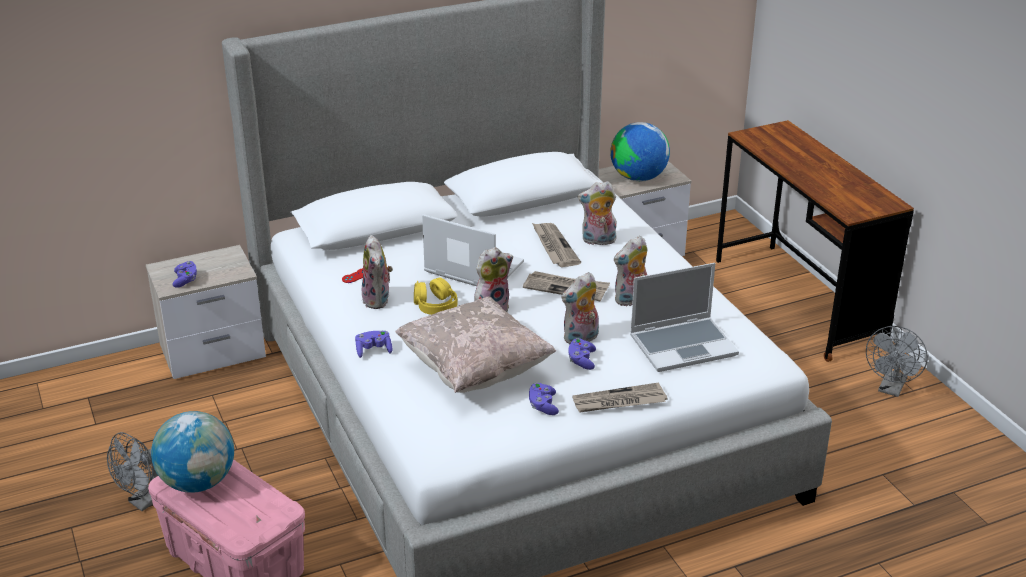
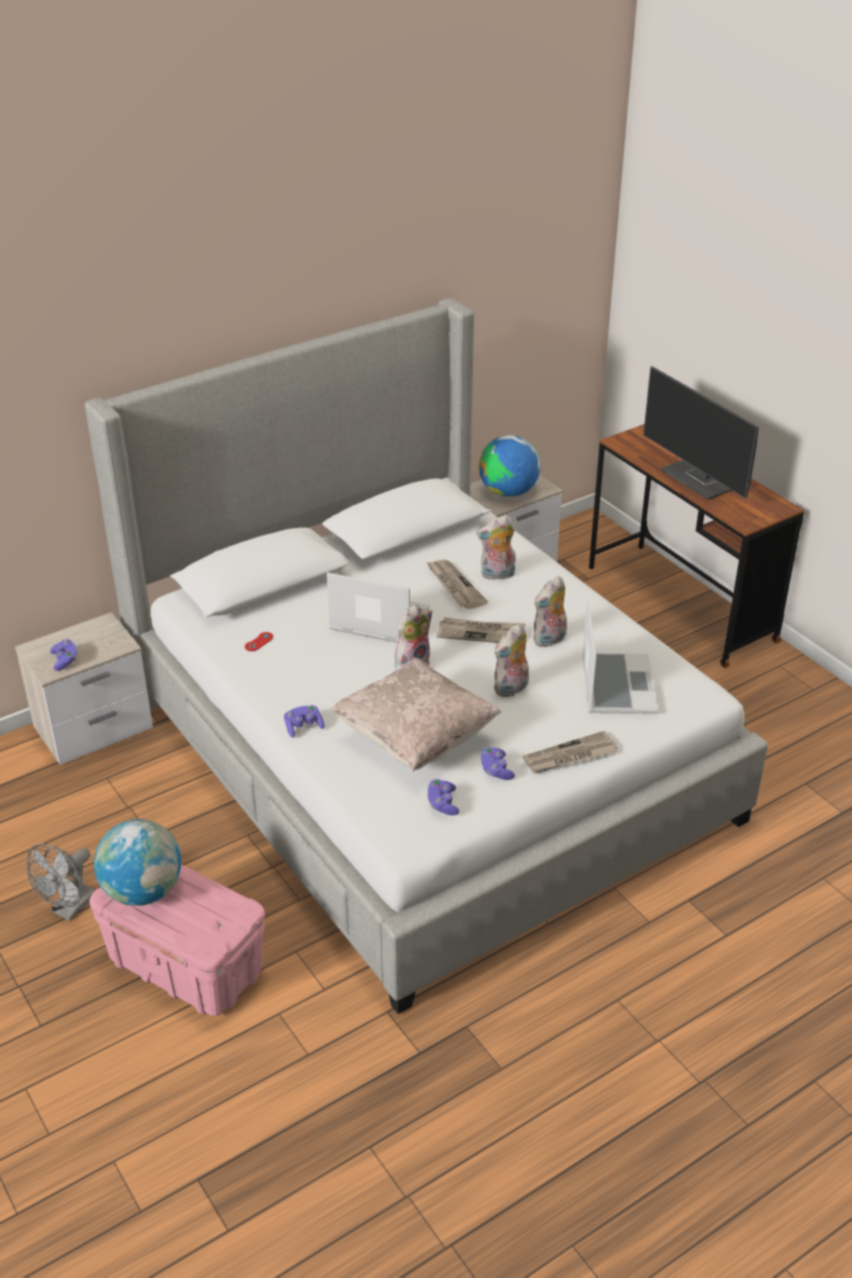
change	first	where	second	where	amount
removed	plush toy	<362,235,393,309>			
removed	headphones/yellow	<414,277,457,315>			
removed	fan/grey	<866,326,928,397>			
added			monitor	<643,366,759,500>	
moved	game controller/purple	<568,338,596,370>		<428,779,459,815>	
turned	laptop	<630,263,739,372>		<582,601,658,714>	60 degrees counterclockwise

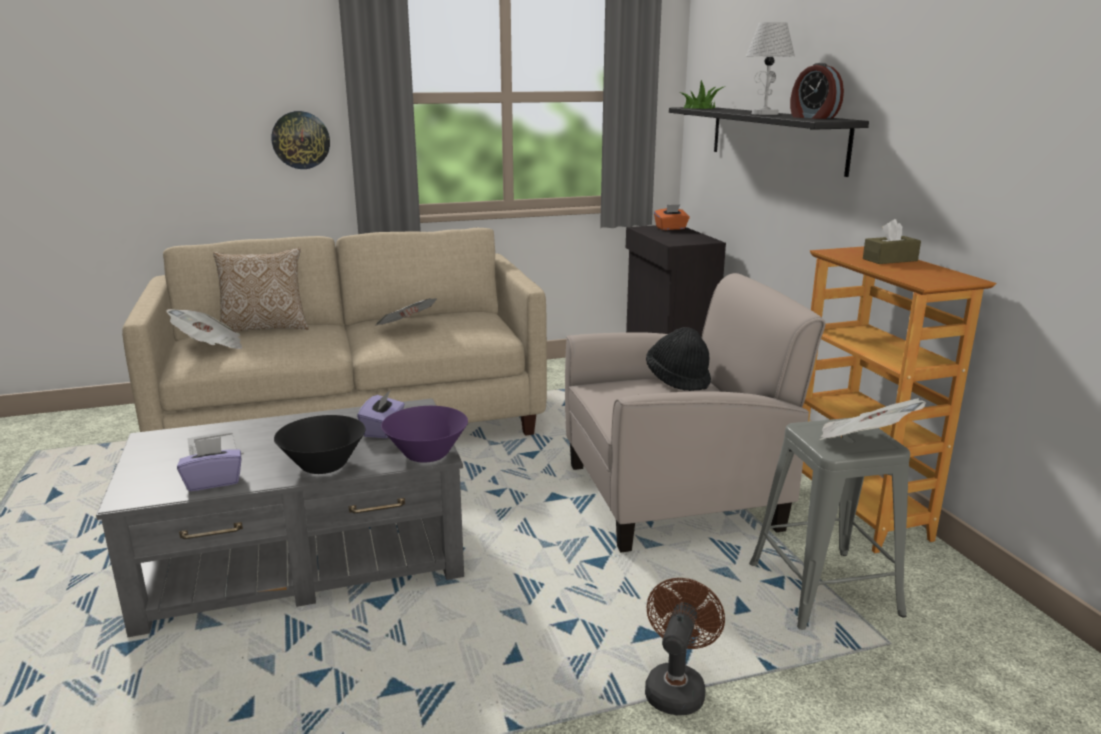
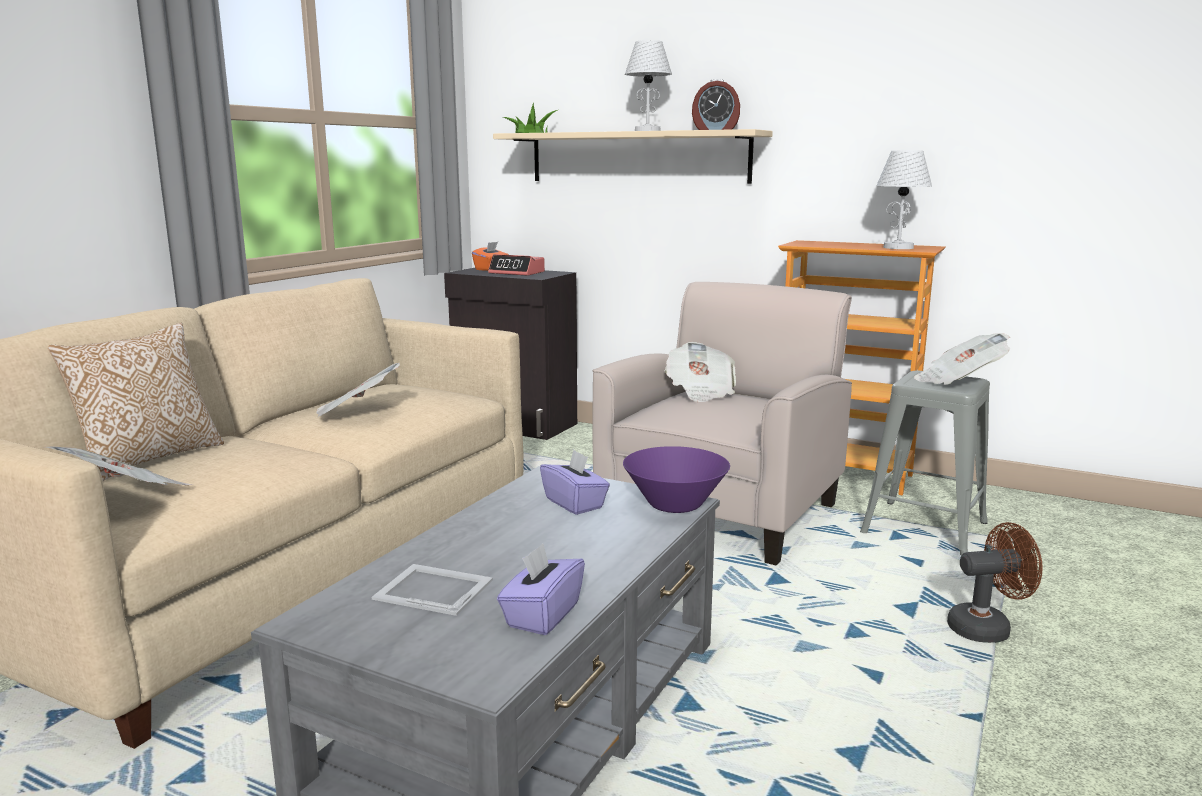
change	first	where	second	where	amount
removed	wall clock	<272,111,330,169>			
removed	bowl/black	<274,415,366,474>			
removed	tissue box/brown	<863,219,921,264>			
added			alarm clock	<488,254,545,276>	
added			table lamp/white	<876,151,932,249>	
replaced	hat/black	<646,327,711,391>	newspaper	<664,342,736,402>	
recoloured	shelf/black	<669,107,869,177>	shelf/beige	<493,129,773,184>	
turned	fan/brown	<645,578,725,715>		<947,522,1043,643>	105 degrees clockwise

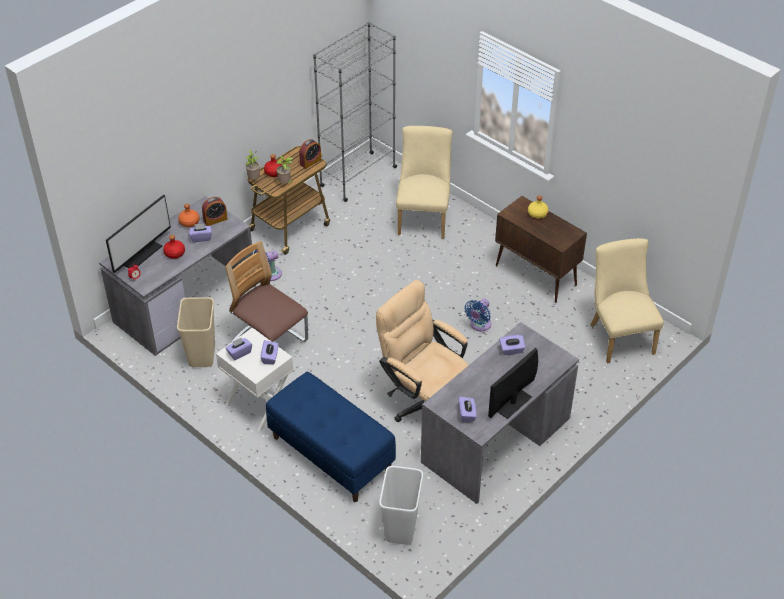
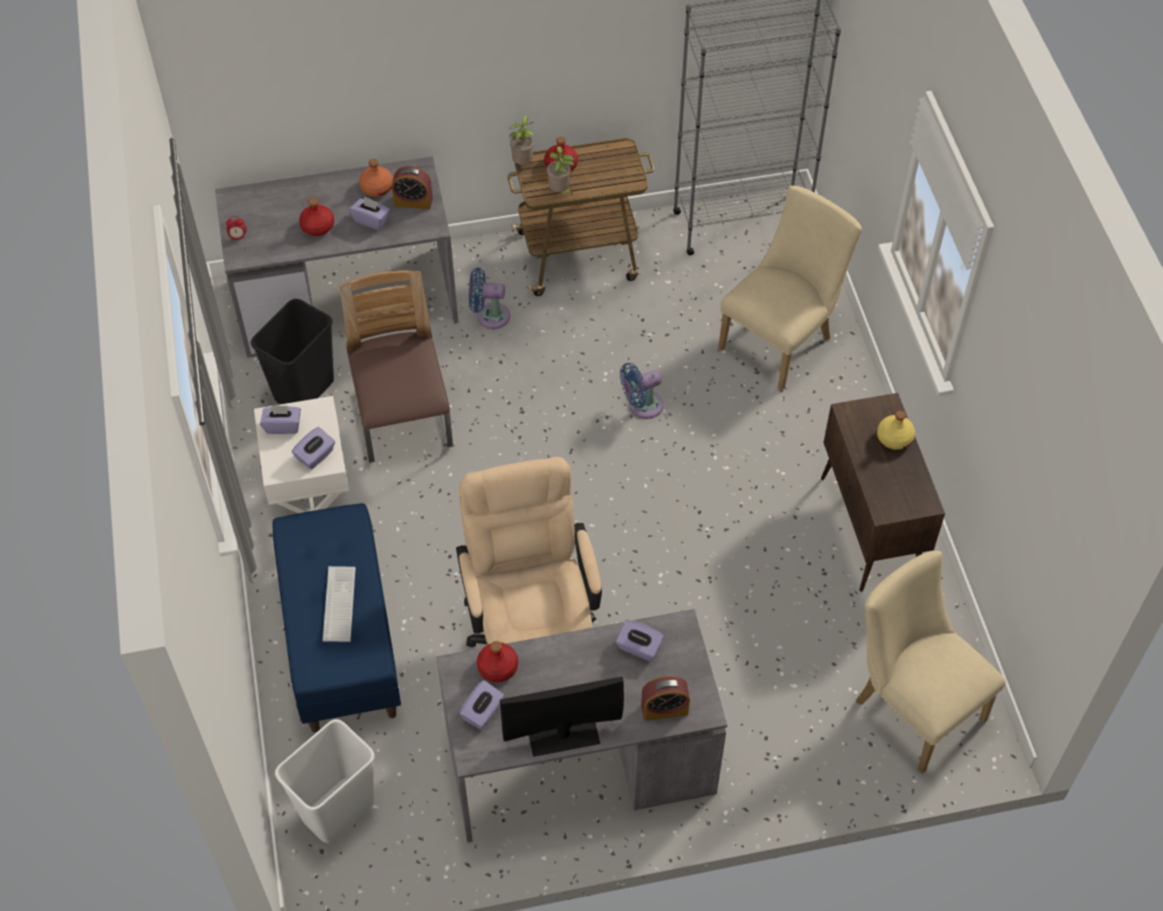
change	first	where	second	where	amount
removed	monitor	<106,195,171,273>			
added			keyboard	<323,566,356,642>	
added			bottle/red	<477,641,518,682>	
moved	alarm clock	<299,139,321,169>		<641,676,690,721>	
moved	fan/blue	<464,299,491,331>		<620,363,664,419>	
recoloured	trash can/beige	<177,297,215,367>	trash can/black	<251,299,334,404>	
turned	chair/beige	<591,238,664,364>		<856,551,1006,774>	60 degrees counterclockwise

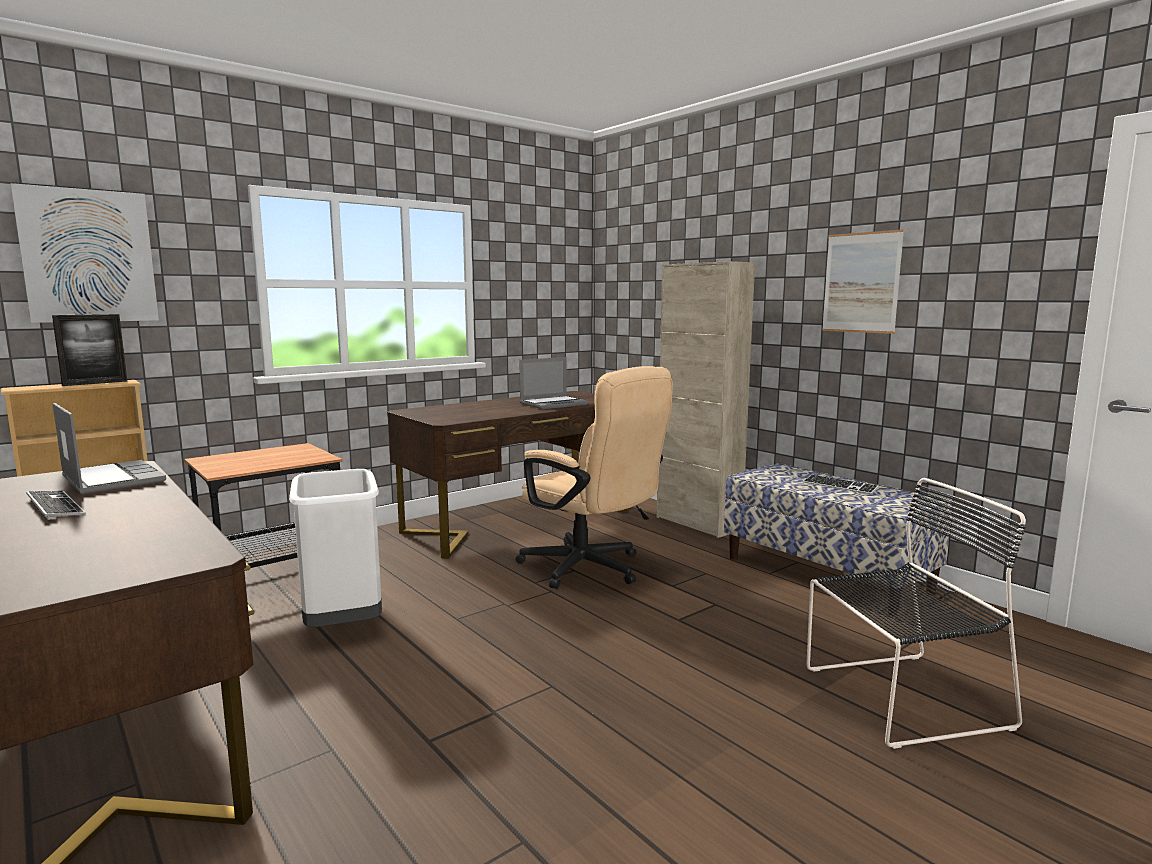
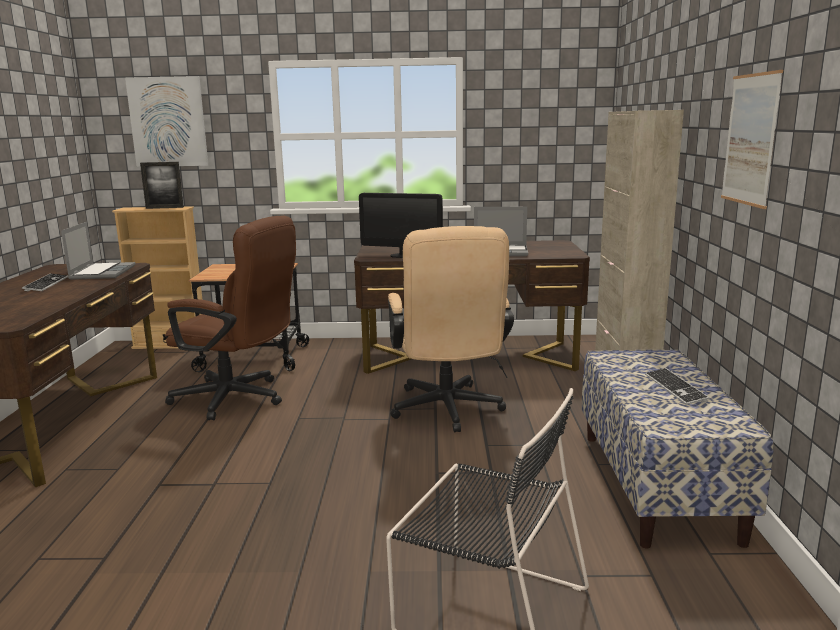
change	first	where	second	where	amount
added			monitor	<359,193,443,258>	
replaced	trash can/white	<289,469,382,627>	office chair/brown	<165,216,296,420>	

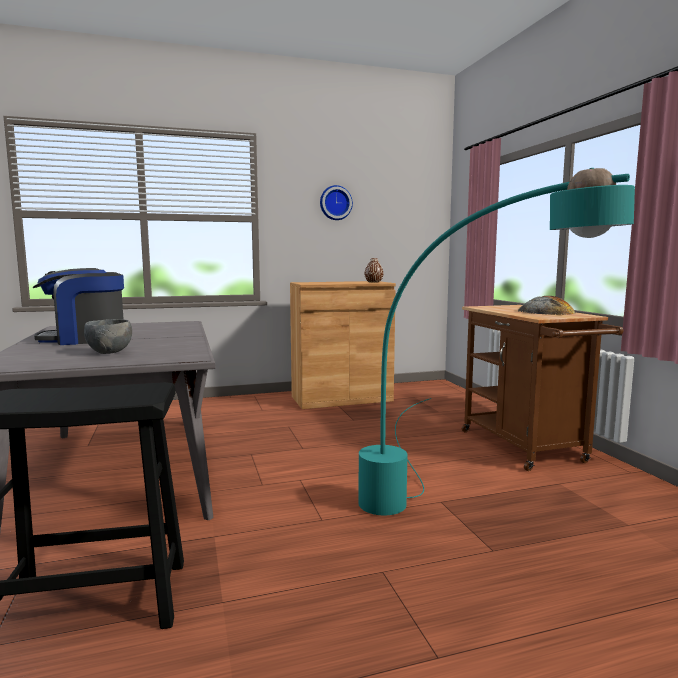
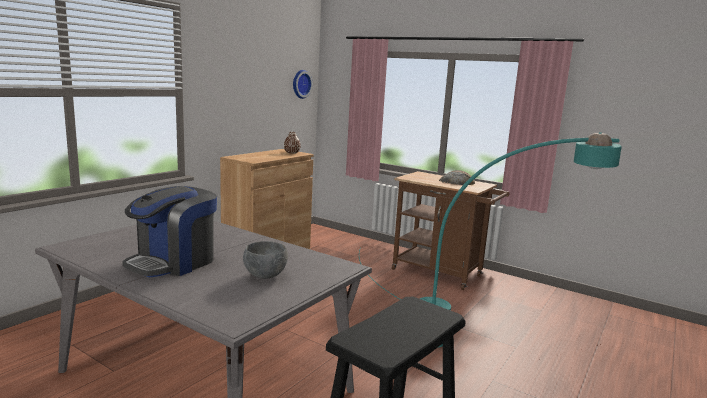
change	first	where	second	where	amount
moved	wall clock	<320,185,353,220>		<293,70,313,99>	

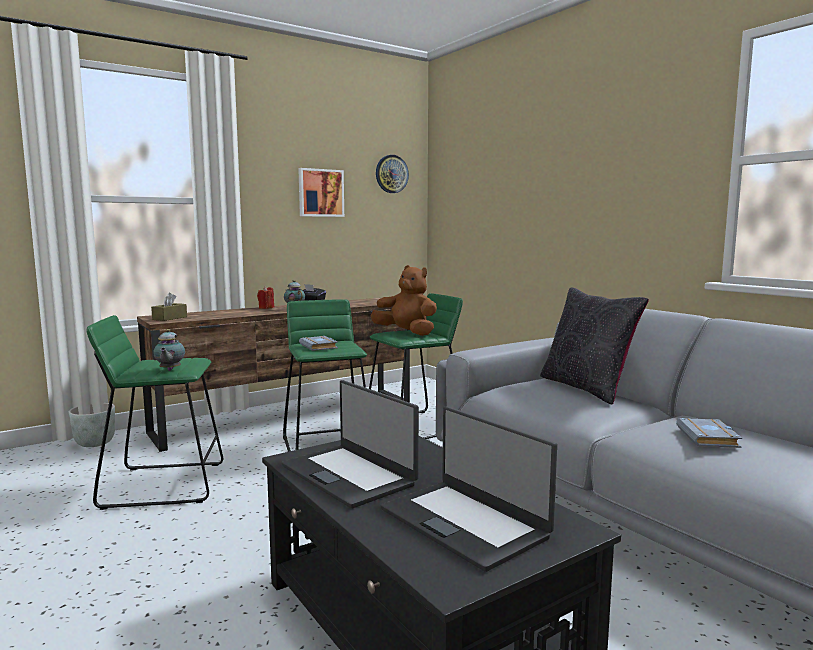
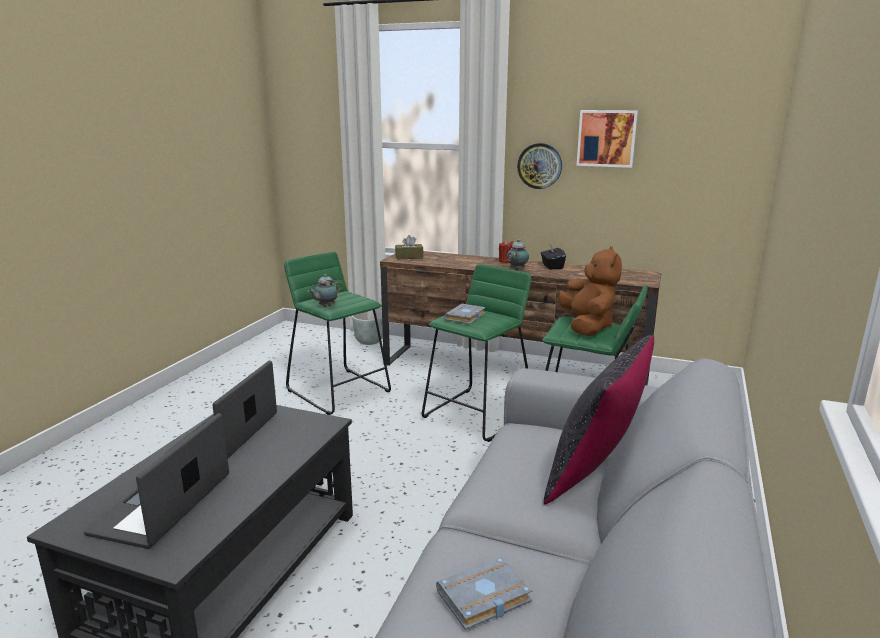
change	first	where	second	where	amount
moved	wall clock	<376,155,409,193>		<517,143,562,189>	

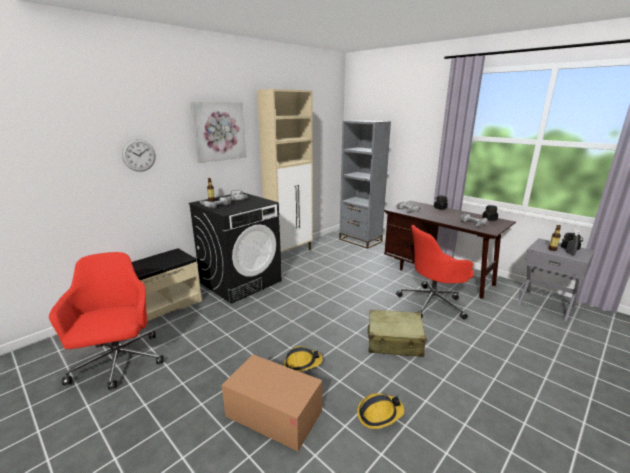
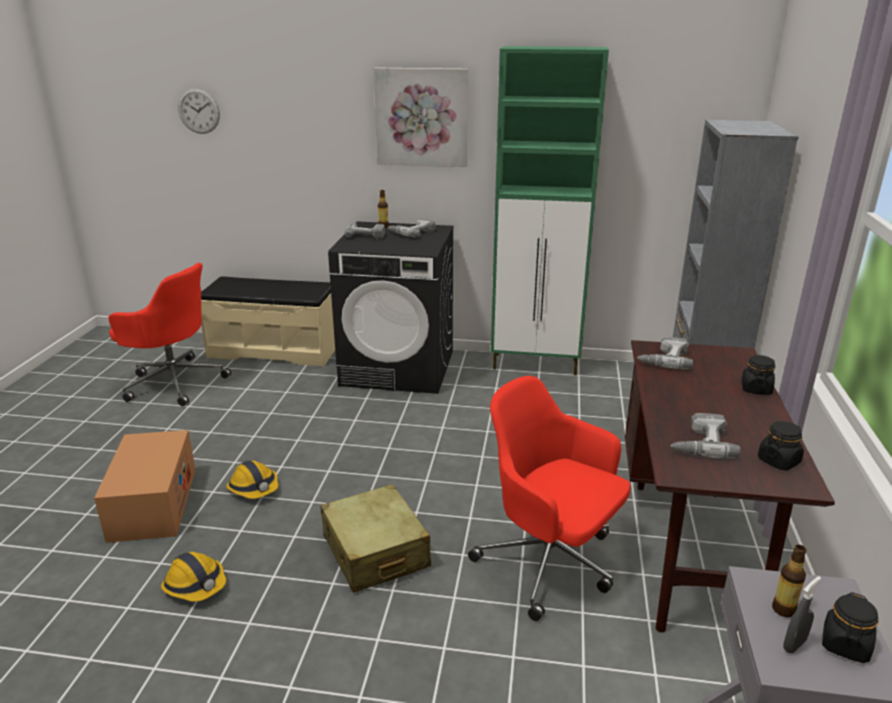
change	first	where	second	where	amount
moved	wall clock	<122,139,155,172>		<178,88,220,134>	
recoloured	cabinet/beige	<257,89,313,253>	cabinet/green	<491,46,609,375>	
turned	office chair/red	<49,252,163,390>		<108,263,231,406>	75 degrees clockwise

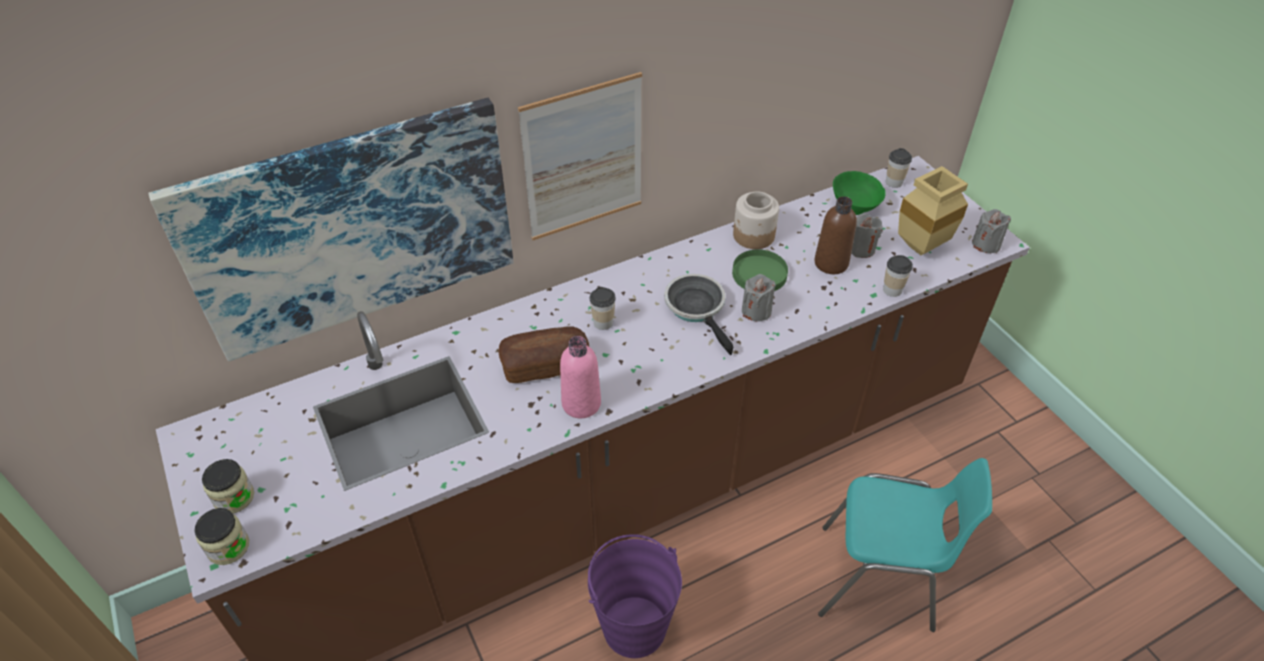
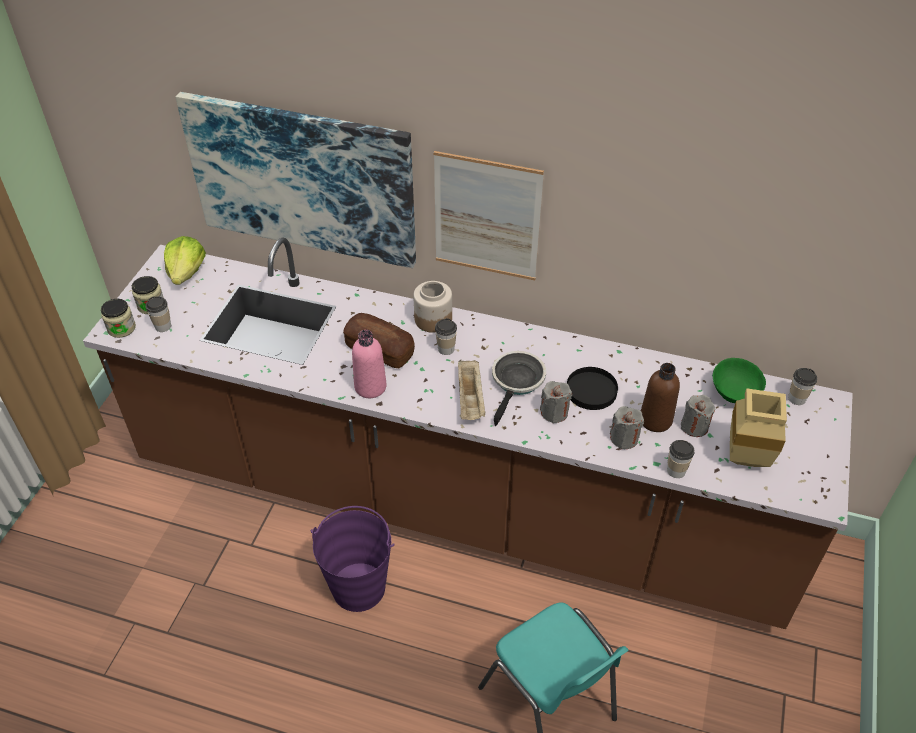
change	first	where	second	where	amount
added			cup	<145,296,171,332>	
added			lettuce	<164,236,206,285>	
added			tray/beige	<458,360,485,420>	
moved	jar	<733,191,779,249>		<413,281,452,333>	
moved	candle/grey	<972,209,1011,253>		<610,406,644,449>	
recoloured	plate/green	<732,249,788,291>	plate/black	<567,367,618,410>	

